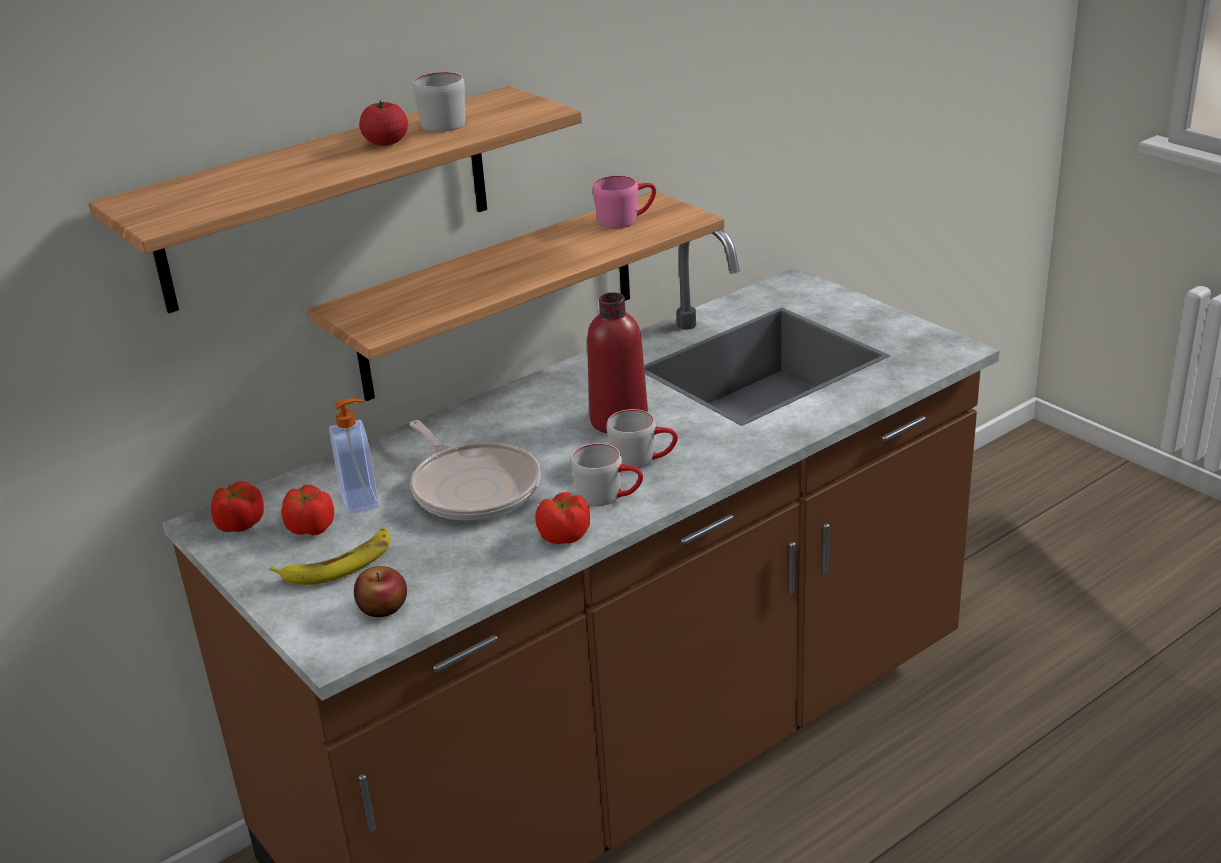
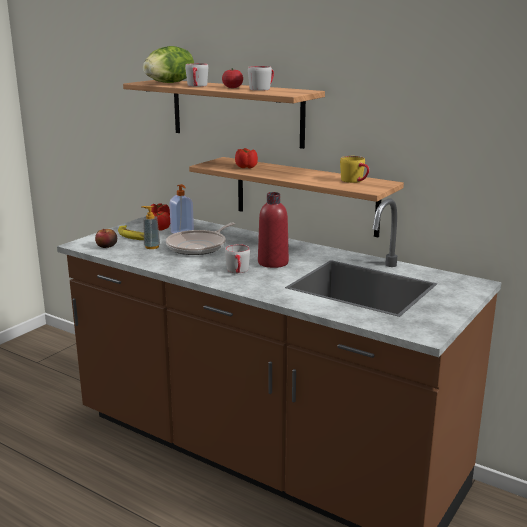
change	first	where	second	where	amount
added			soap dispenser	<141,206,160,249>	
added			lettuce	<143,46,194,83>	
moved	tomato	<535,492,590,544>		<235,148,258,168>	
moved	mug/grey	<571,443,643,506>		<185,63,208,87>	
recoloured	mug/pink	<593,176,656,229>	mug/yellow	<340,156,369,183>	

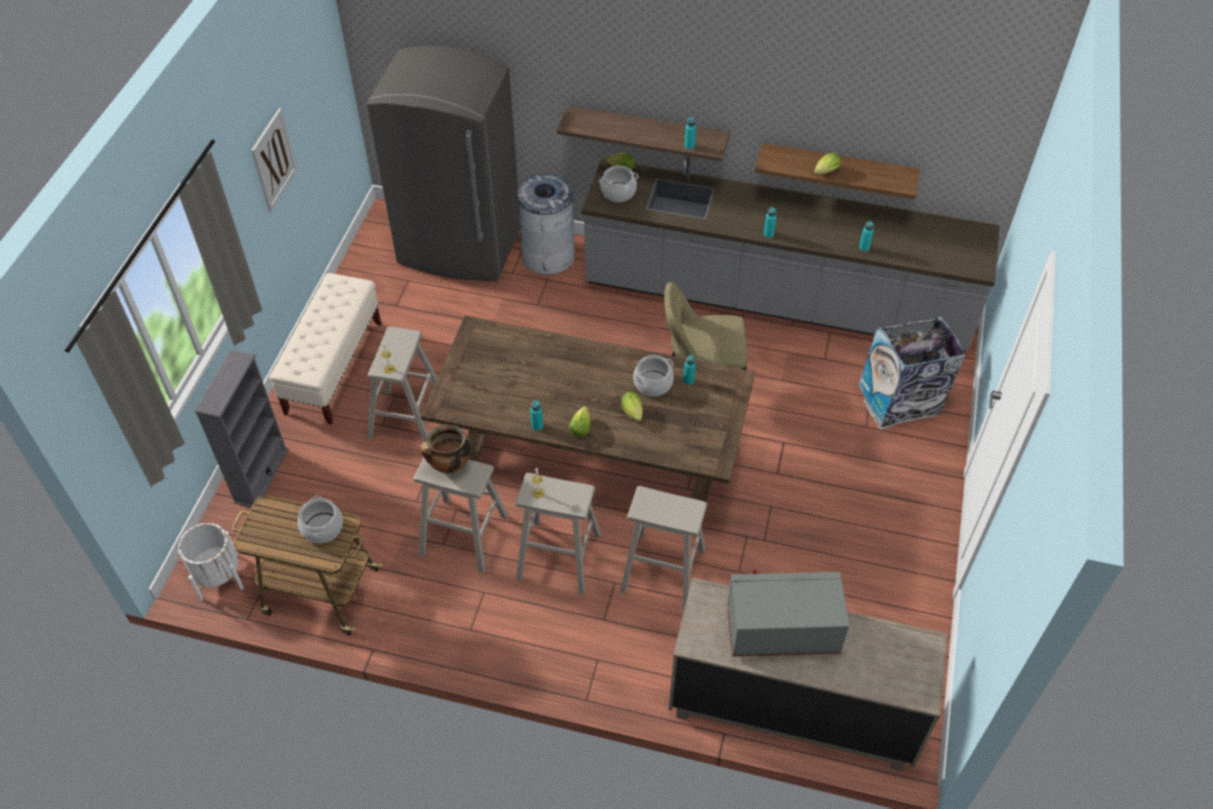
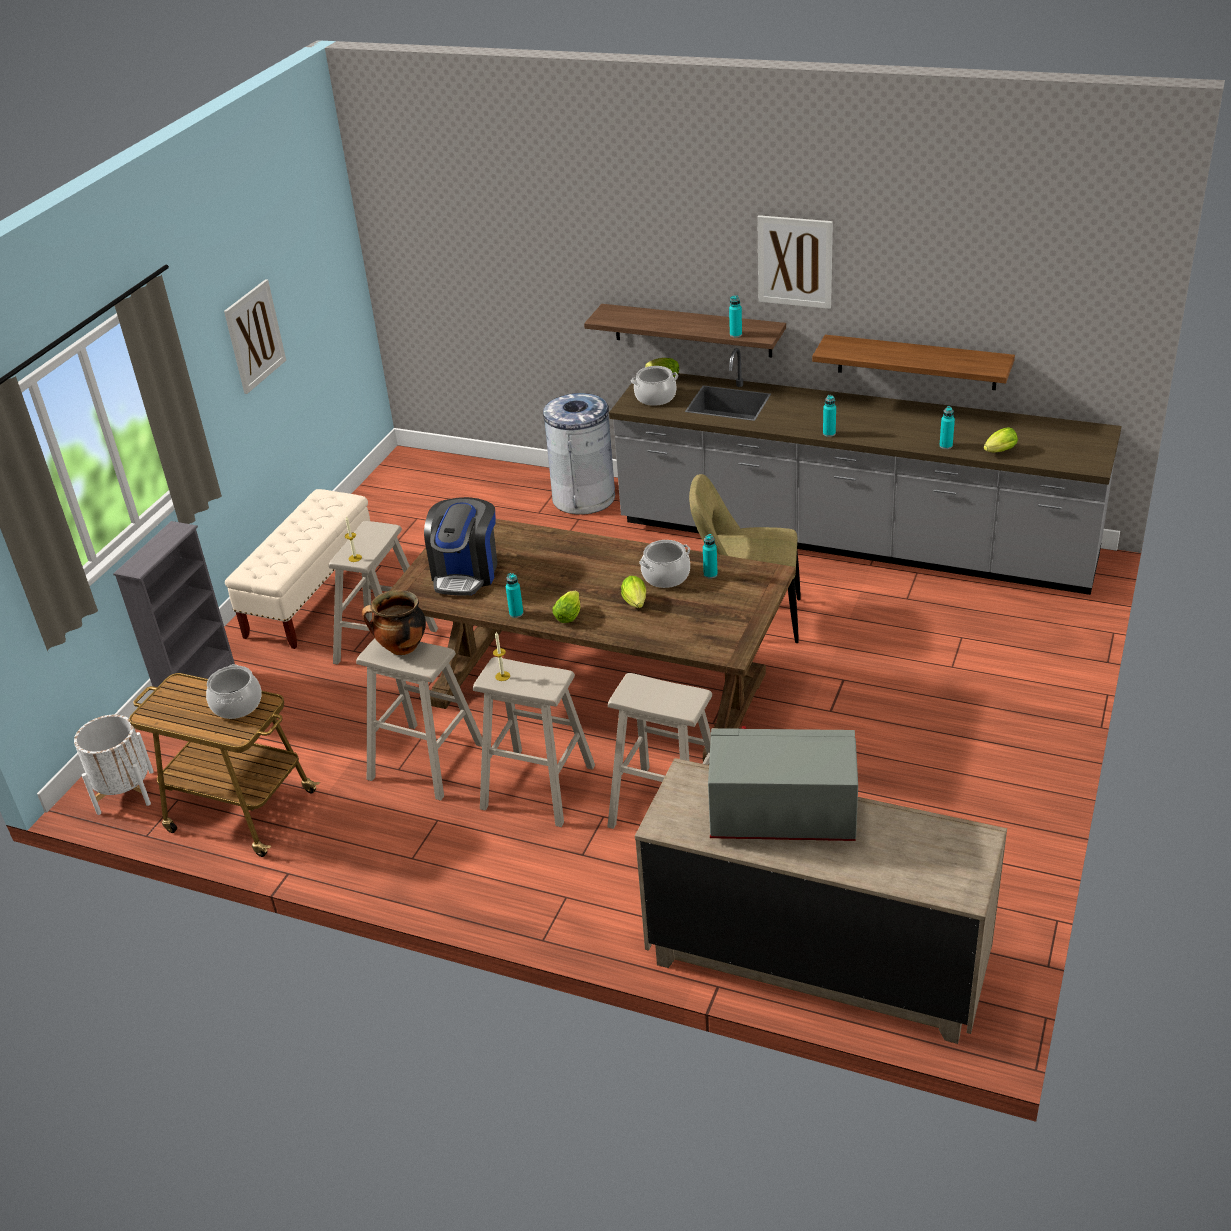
change	first	where	second	where	amount
removed	fridge/grey	<367,46,520,282>			
removed	trash can	<858,317,965,429>			
added			coffee machine	<424,497,497,596>	
added			picture	<757,215,833,309>	
moved	lettuce	<814,153,841,174>		<984,428,1018,453>	

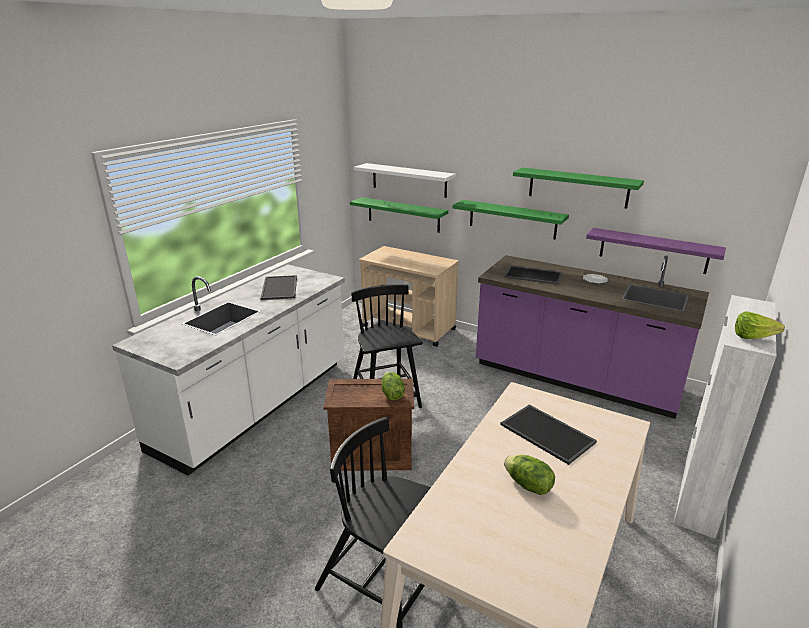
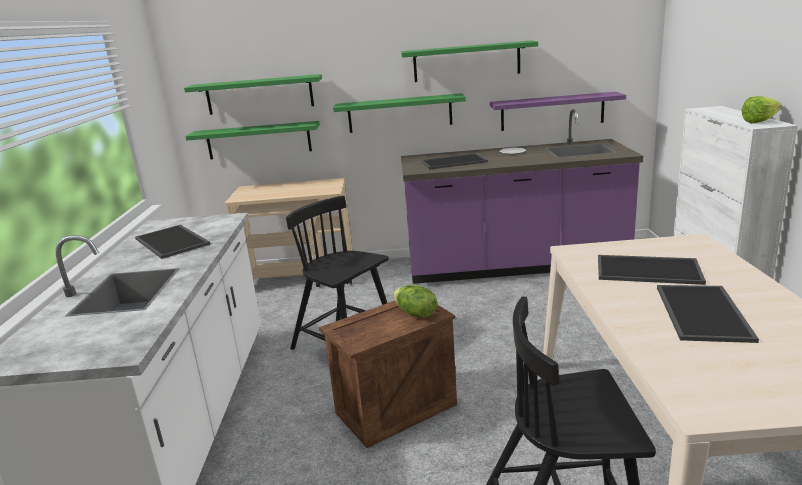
change	first	where	second	where	amount
replaced	lettuce	<504,455,555,495>	tray	<657,285,759,343>	
recoloured	shelf/white	<354,163,456,198>	shelf/green	<184,74,322,115>	

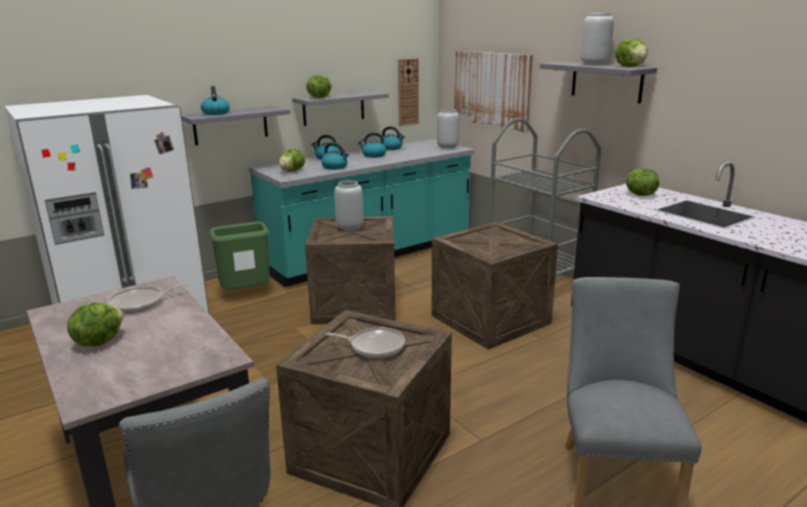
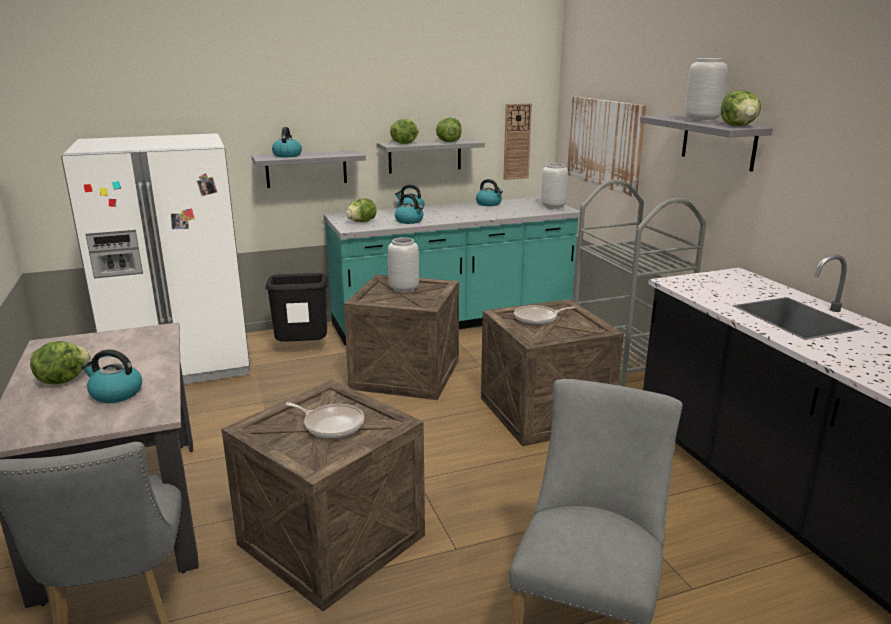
change	first	where	second	where	amount
moved	frying pan	<107,283,188,313>		<514,305,575,325>	
moved	kettle	<358,132,386,158>		<81,349,142,403>	
moved	lettuce	<626,168,659,196>		<436,118,461,142>	
recoloured	trash can/green	<209,222,270,290>	trash can/black	<265,273,328,342>	

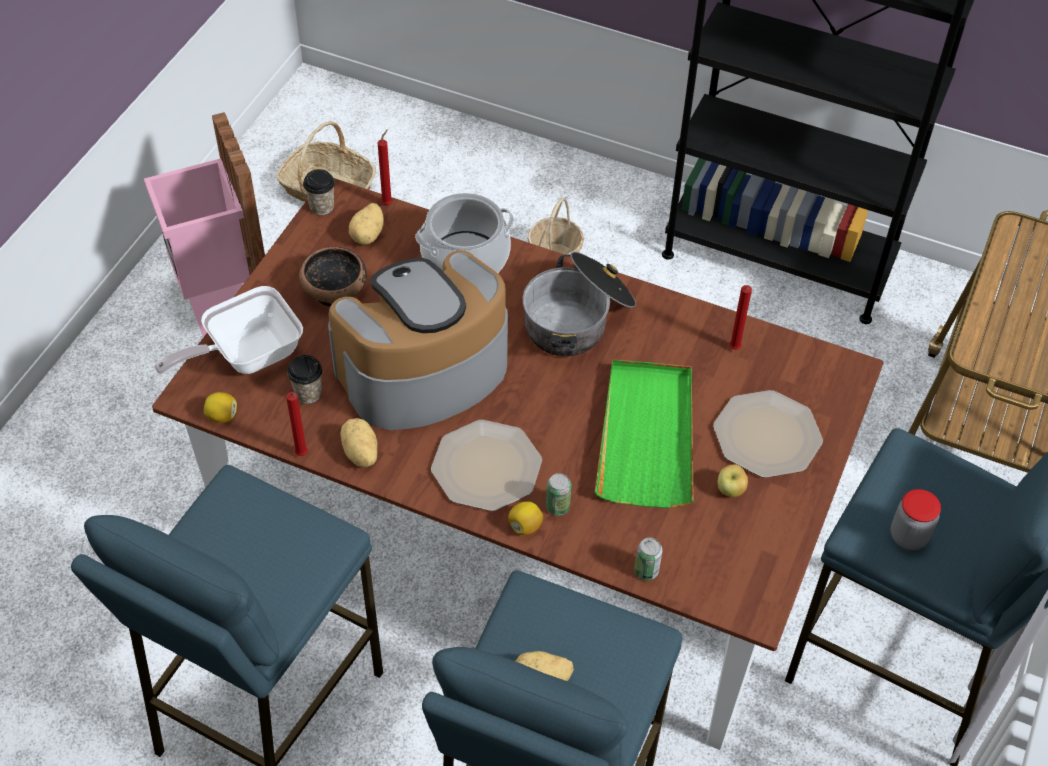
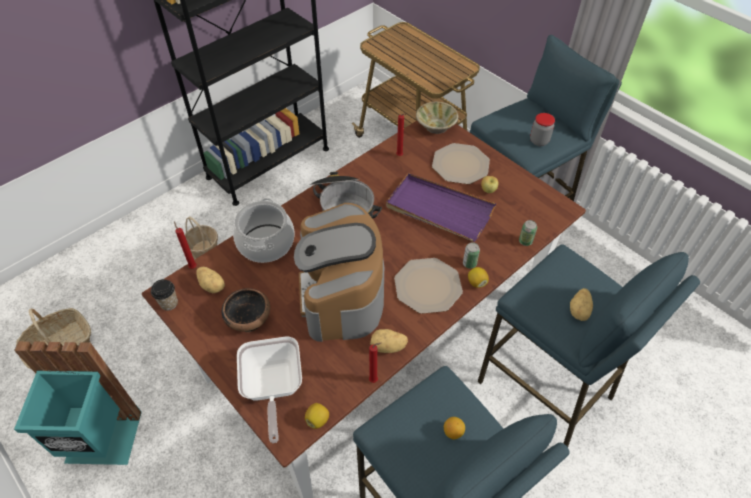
change	first	where	second	where	amount
removed	cup	<287,355,322,404>			
added			bowl/beige	<416,102,459,134>	
added			lemon	<444,417,465,439>	
recoloured	trash can/pink	<144,112,265,337>	trash can/turquoise	<14,341,142,465>	
recoloured	tray/green	<595,360,694,508>	tray/purple	<386,173,496,242>	

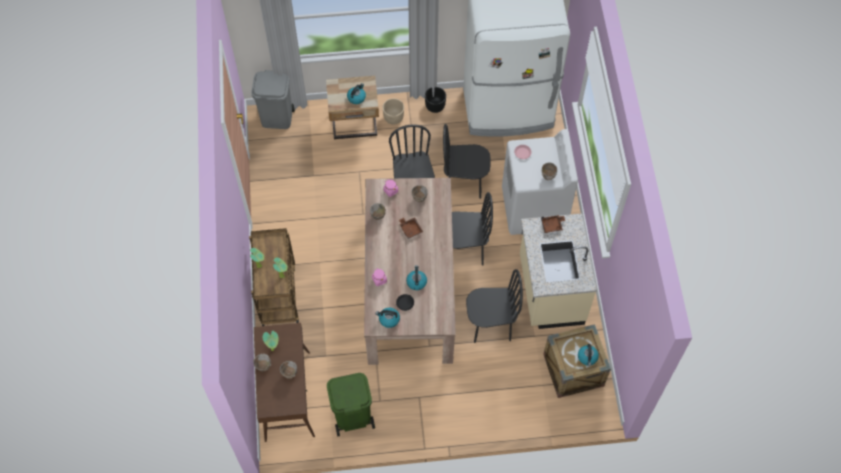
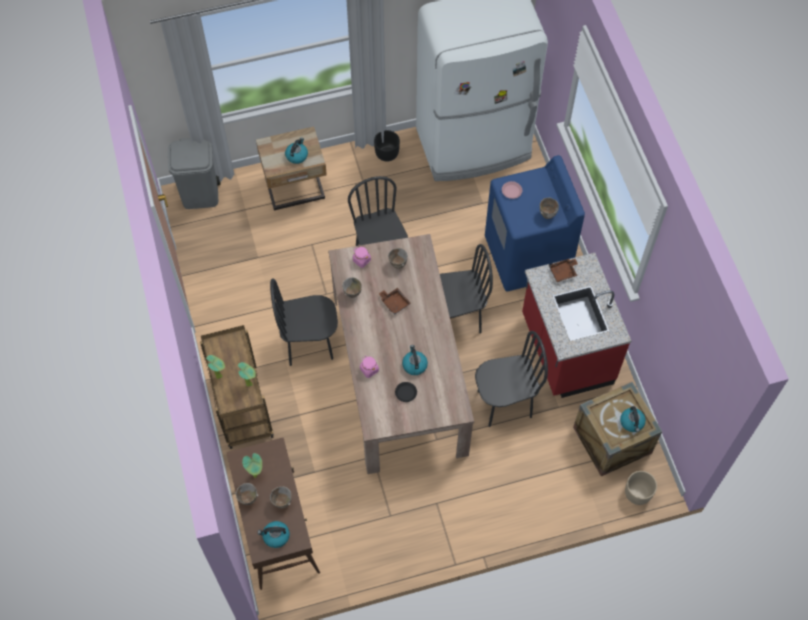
change	first	where	second	where	amount
removed	trash can/green	<327,373,375,436>			
moved	kettle	<376,308,400,328>		<257,521,290,548>	
moved	planter/beige	<383,98,404,125>		<625,471,657,505>	
moved	chair/black	<443,124,491,199>		<270,278,338,366>	
recoloured	washing machine/white	<502,129,578,235>	washing machine/blue	<485,155,585,292>	
recoloured	counter/beige	<520,214,597,329>	counter/red	<522,253,631,398>	

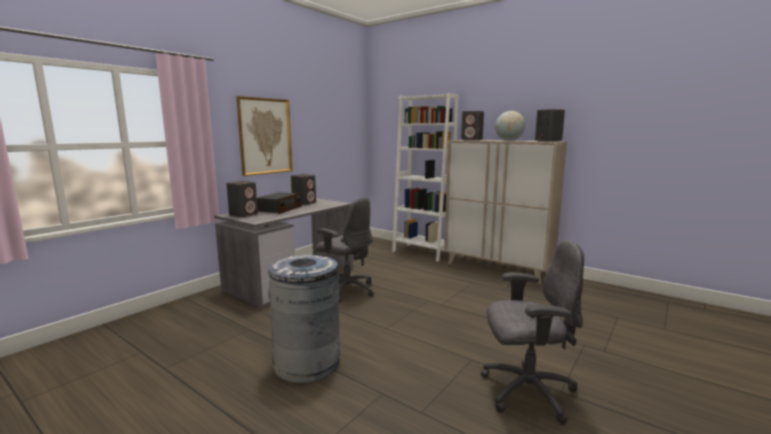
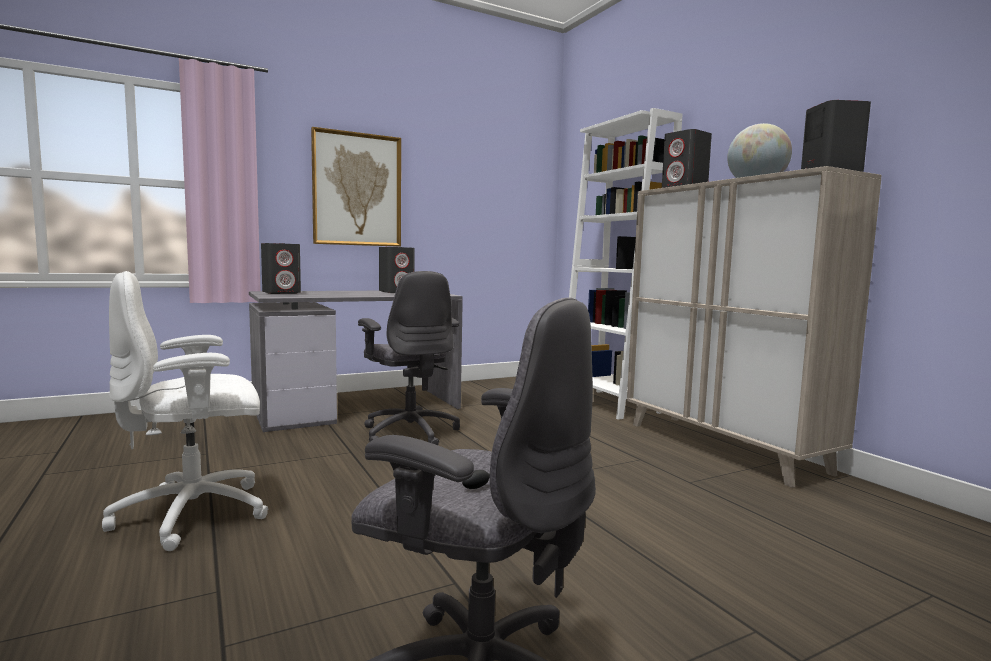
change	first	where	second	where	amount
removed	radio	<257,192,302,214>			
replaced	trash can/grey	<268,255,340,383>	office chair/white	<102,271,269,551>	

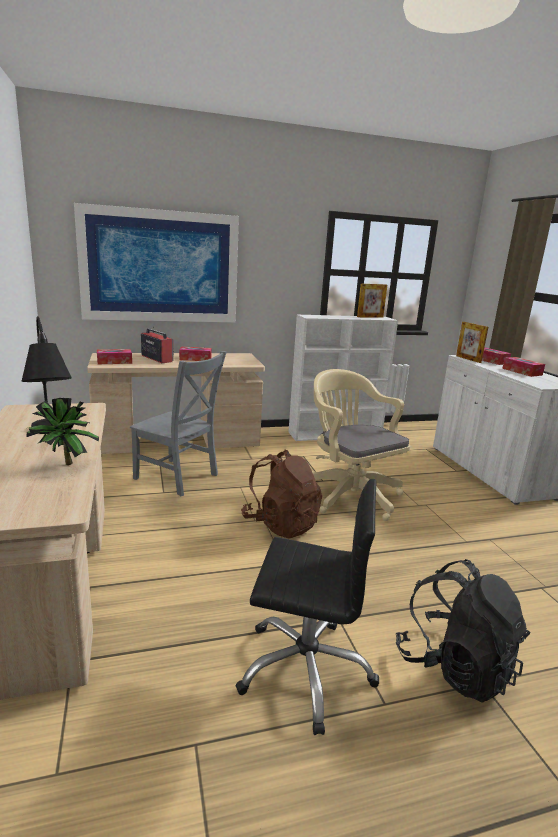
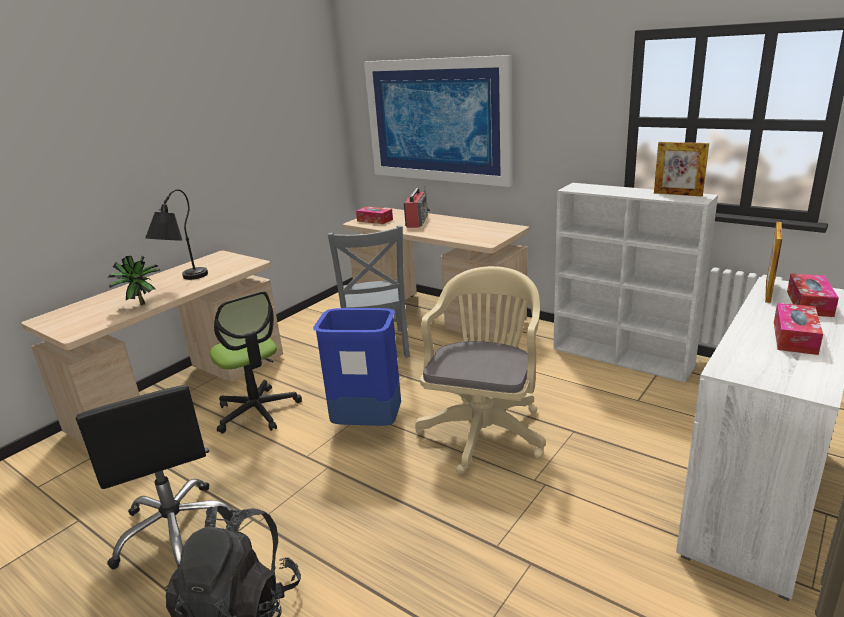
change	first	where	second	where	amount
removed	tissue box	<179,347,212,361>			
added			office chair	<210,291,302,433>	
replaced	backpack/brown	<241,450,322,538>	trash can/blue	<313,308,401,426>	

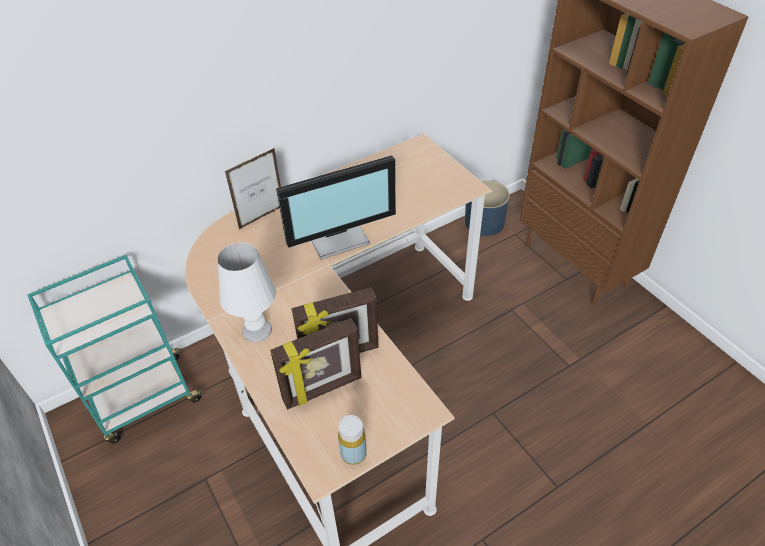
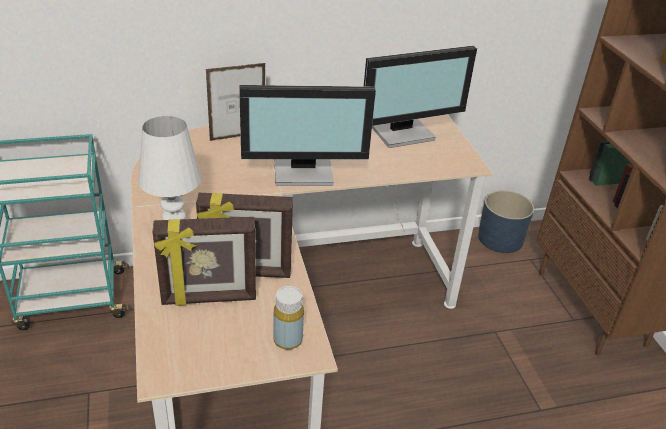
change	first	where	second	where	amount
added			monitor	<364,46,477,148>	
moved	bottle/yellow	<338,415,367,465>		<273,286,304,350>	

